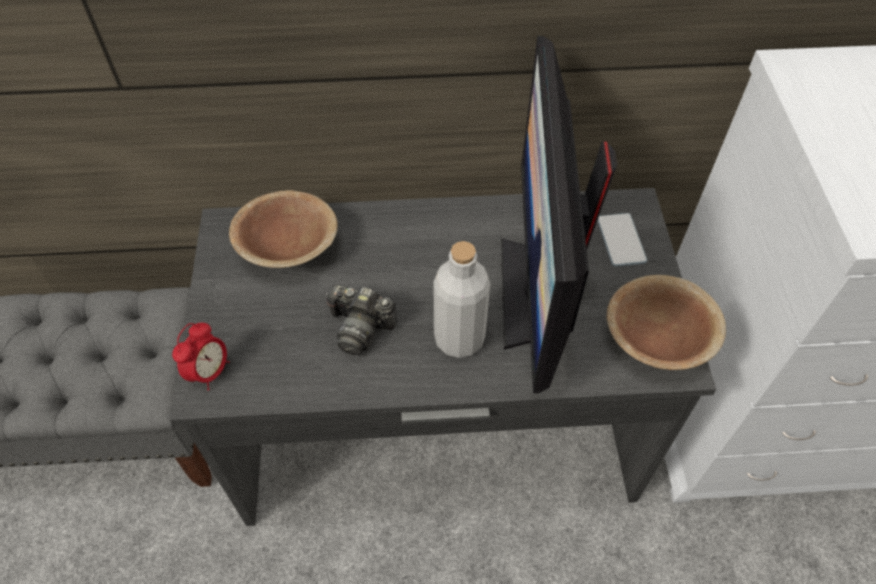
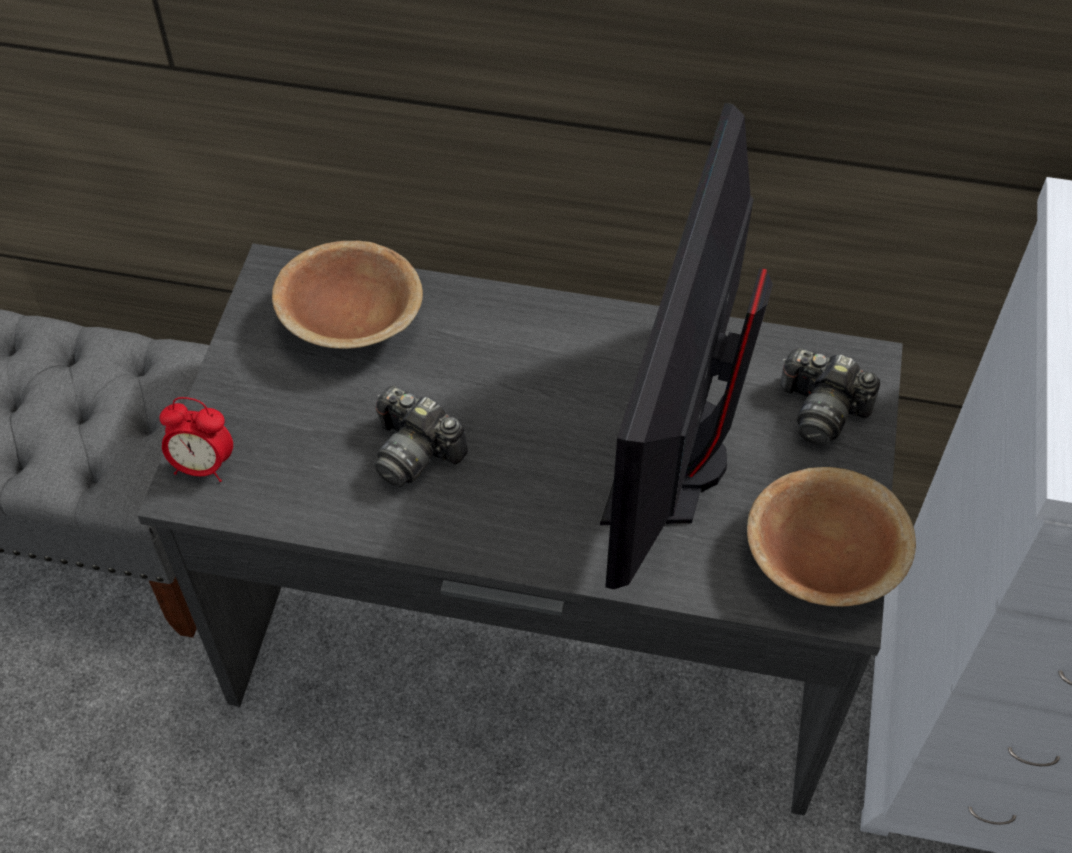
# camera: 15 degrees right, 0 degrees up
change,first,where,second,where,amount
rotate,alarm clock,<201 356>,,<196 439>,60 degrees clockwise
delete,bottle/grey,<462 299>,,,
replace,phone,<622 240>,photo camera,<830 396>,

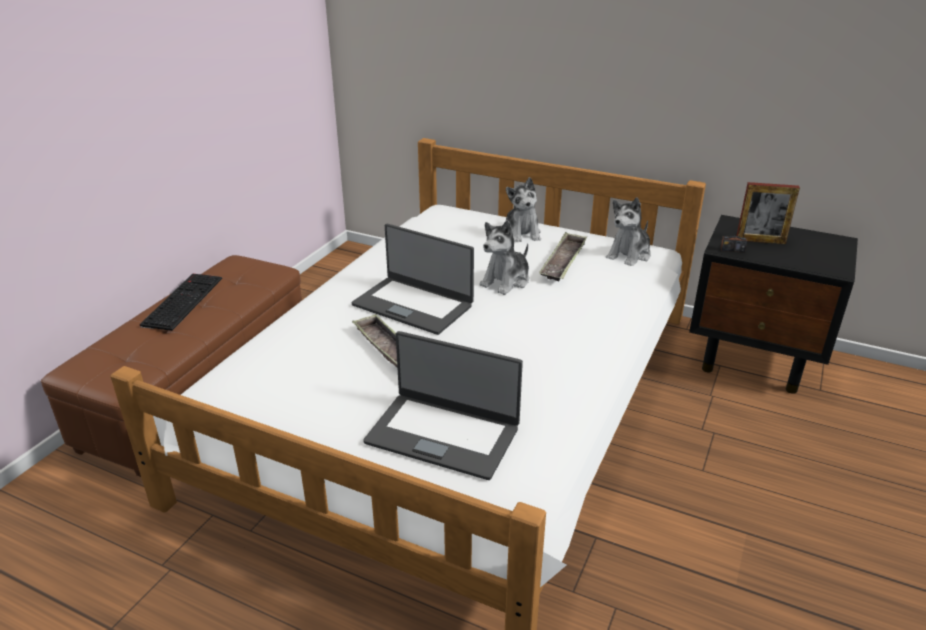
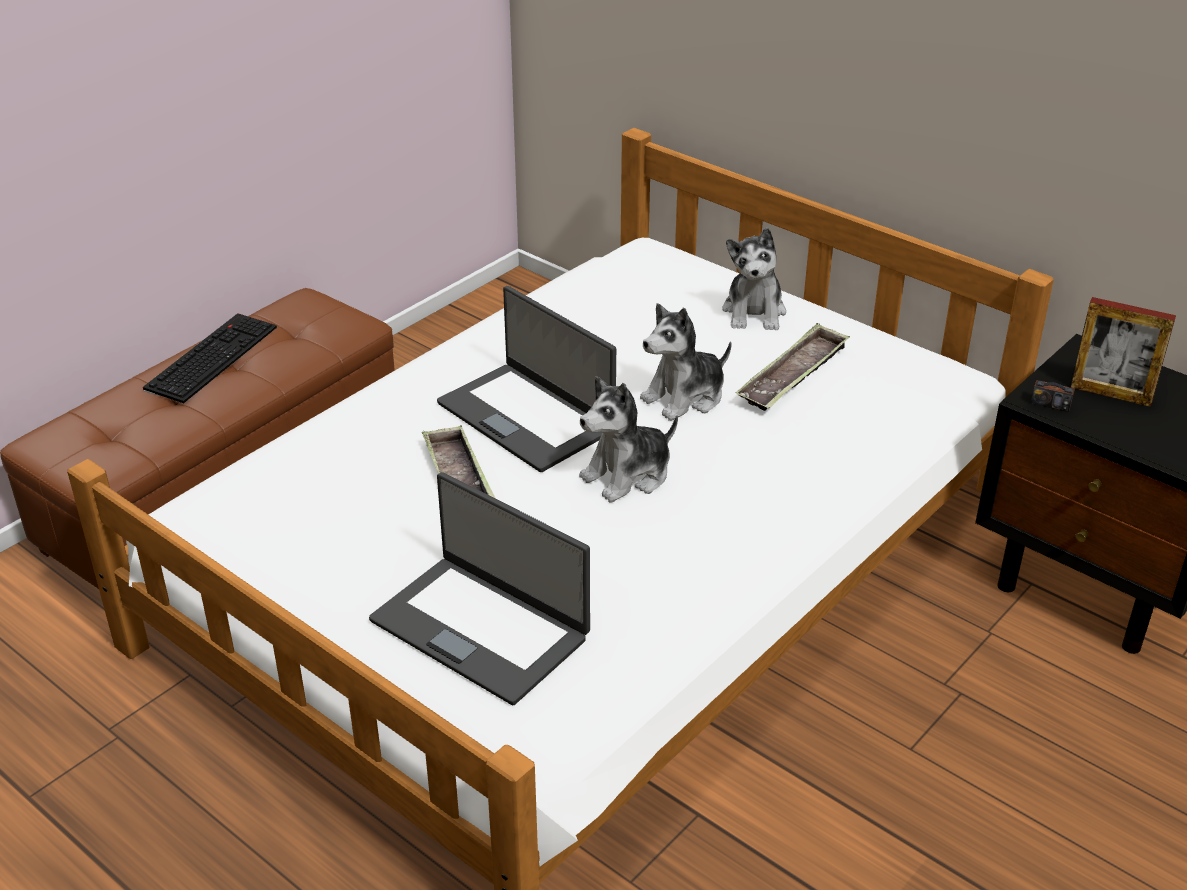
# camera: 15 degrees right, 5 degrees up
change,first,where,second,where,amount
move,plush toy,<628 231>,,<628 439>,

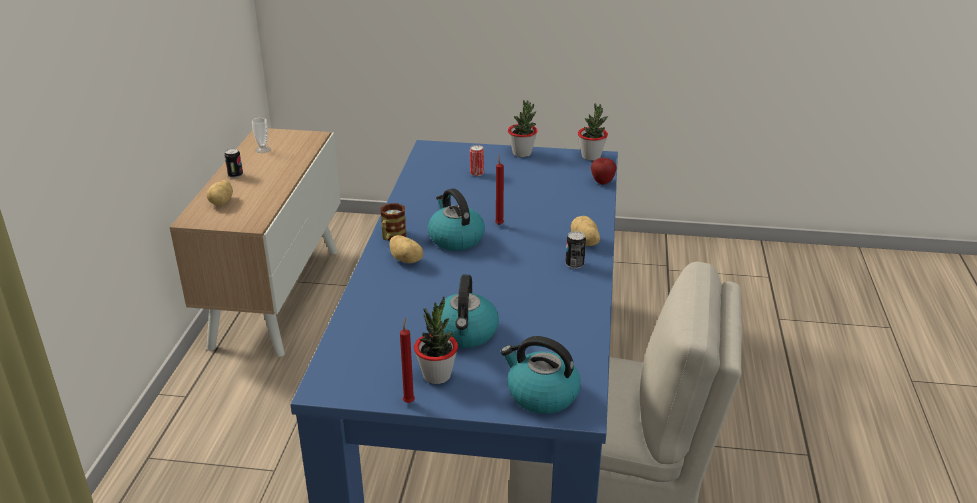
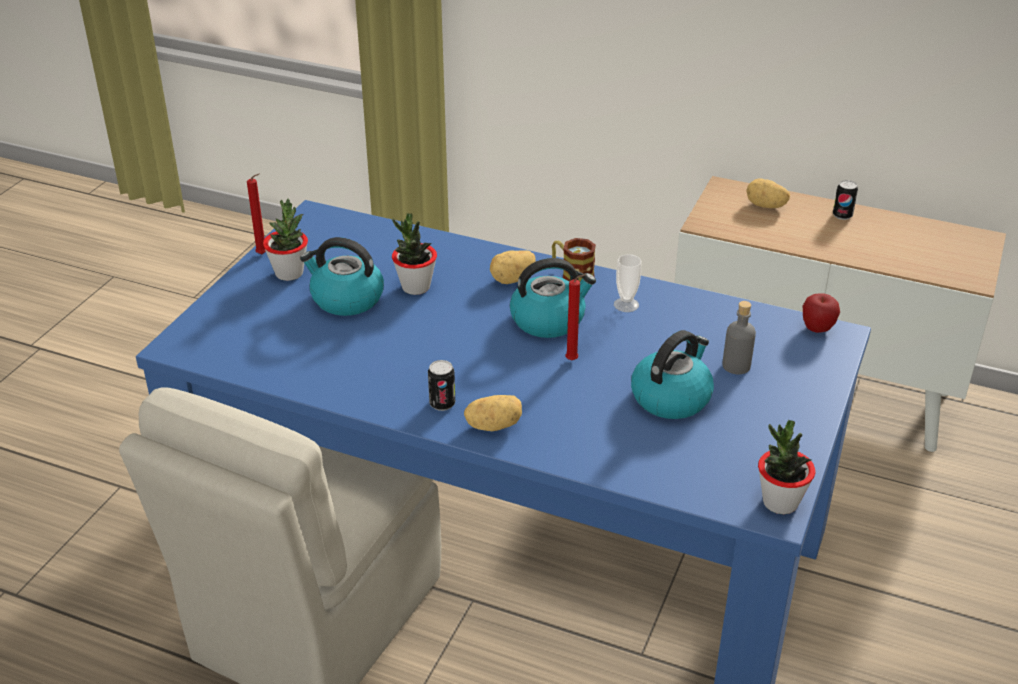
# camera: 105 degrees right, 5 degrees up
change,first,where,second,where,amount
move,cup,<261 135>,,<627 283>,
replace,can,<477 160>,bottle/grey,<739 337>,
move,kettle,<541 375>,,<672 374>,
move,potted plant,<522 128>,,<414 254>,
move,apple,<604 171>,,<821 313>,

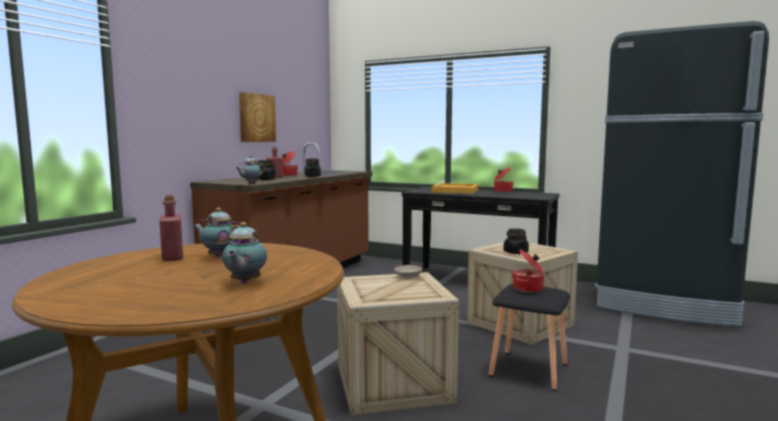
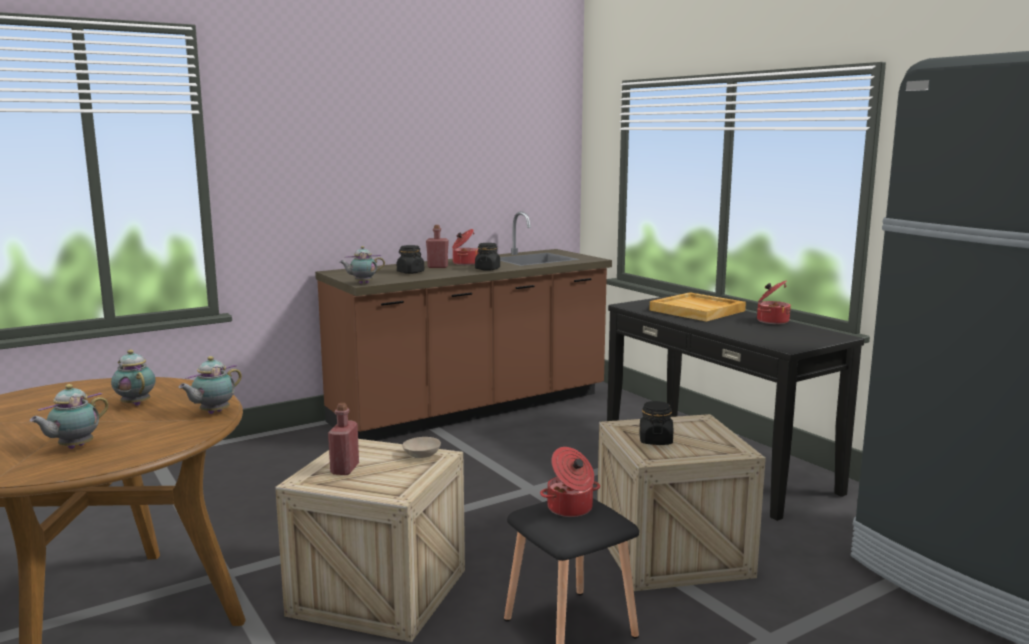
# camera: 30 degrees right, 5 degrees up
change,first,where,second,where,amount
move,bottle/red,<171 228>,,<343 439>,
delete,picture,<257 117>,,,
insert,,,teapot,<210 385>,

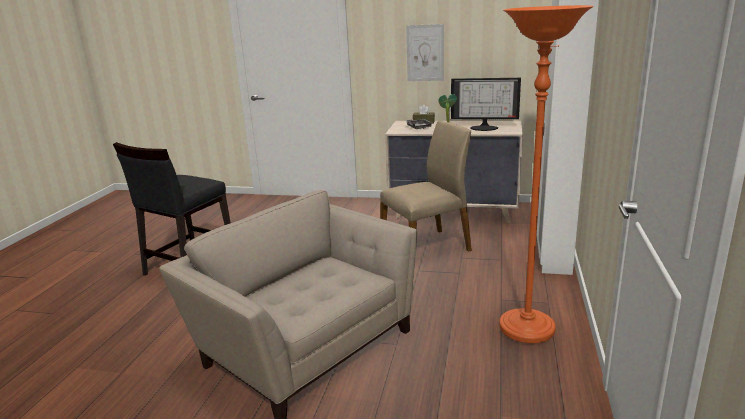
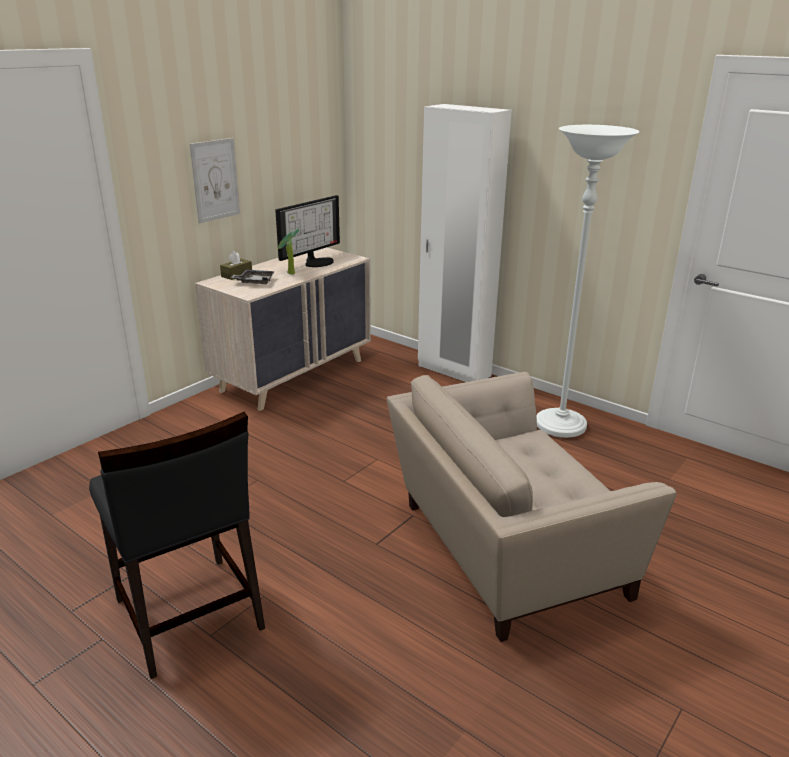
# camera: 65 degrees left, 5 degrees up
change,first,where,second,where,amount
delete,chair/beige,<426 186>,,,
recolor,floor lamp/orange,<546 174>,floor lamp/white,<587 281>,

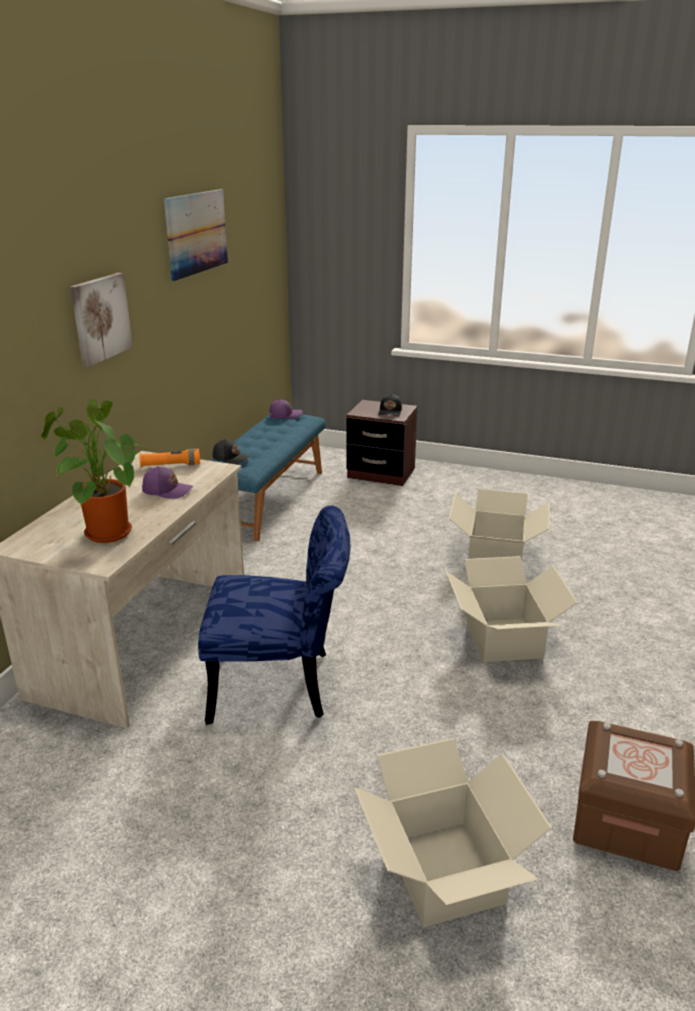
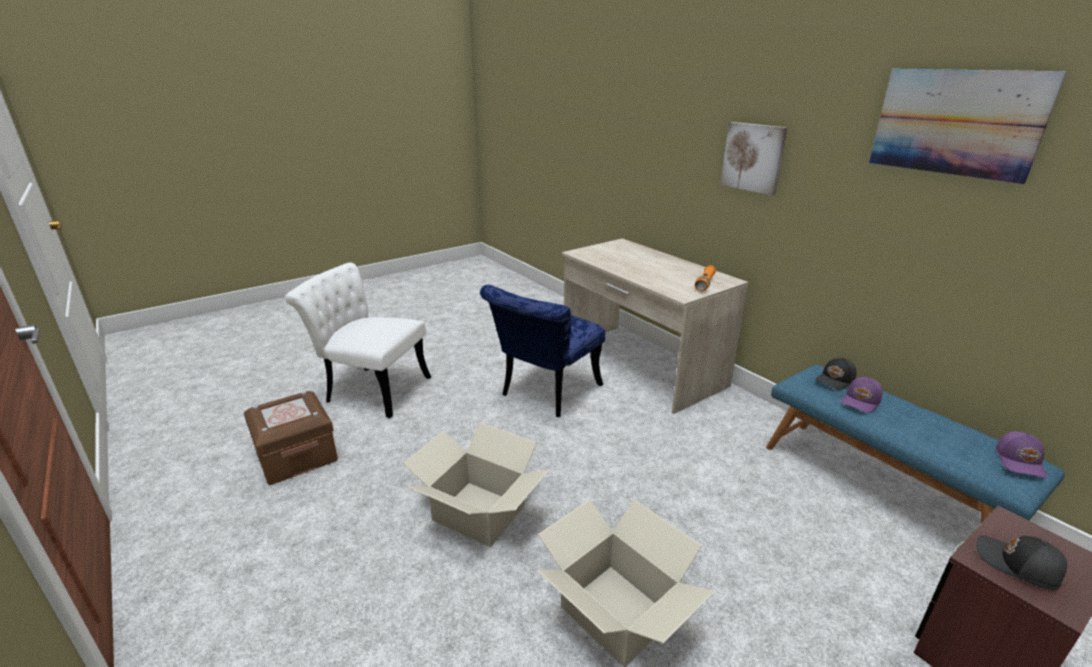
# camera: 125 degrees right, 0 degrees up
change,first,where,second,where,amount
delete,potted plant,<91 471>,,,
move,cap/purple,<167 482>,,<861 395>,
replace,cardboard box,<453 833>,chair/white,<358 340>,

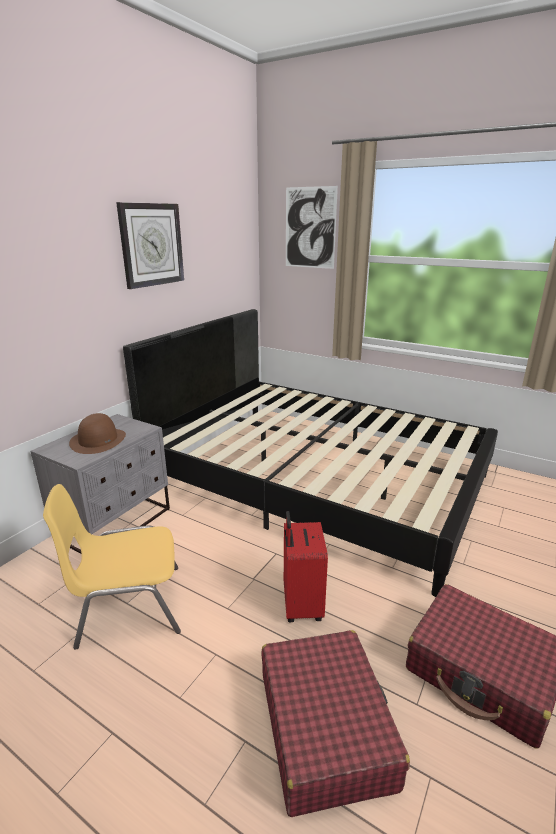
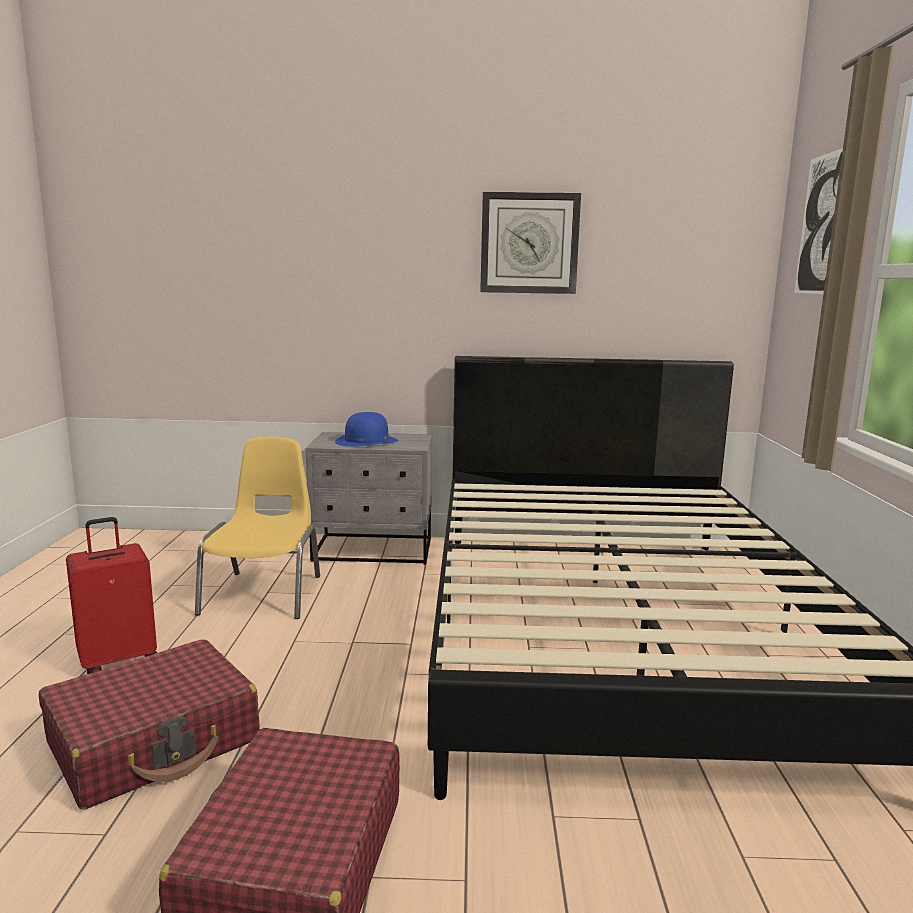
# camera: 60 degrees right, 10 degrees down
change,first,where,second,where,amount
rotate,chair/yellow,<112 567>,,<257 528>,45 degrees clockwise
recolor,hat/brown,<97 433>,hat/blue,<366 429>,
move,suitcase/red,<306 566>,,<111 595>,

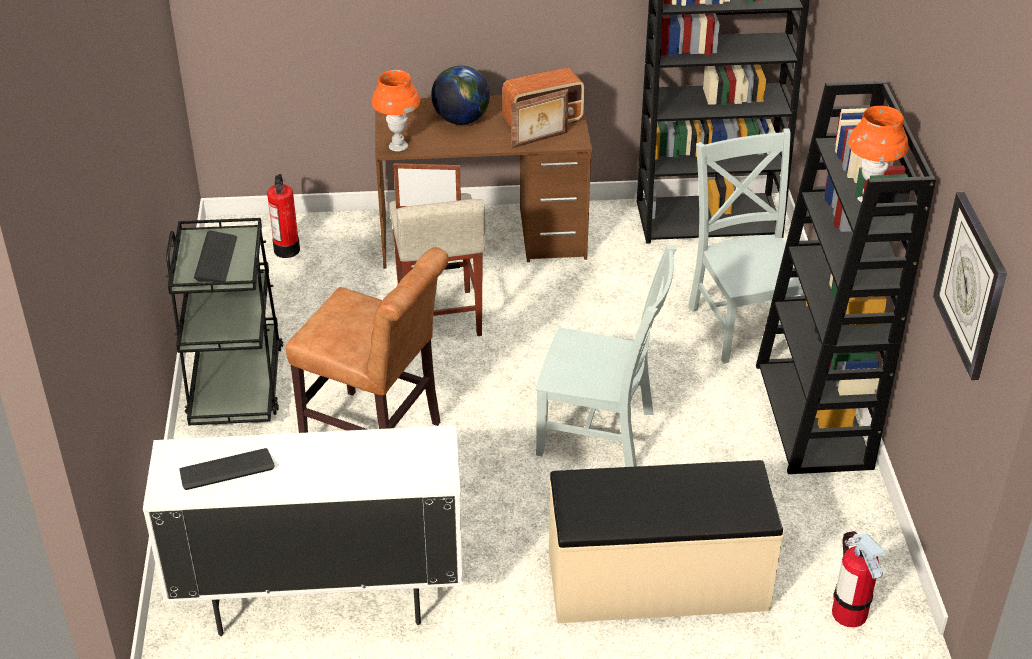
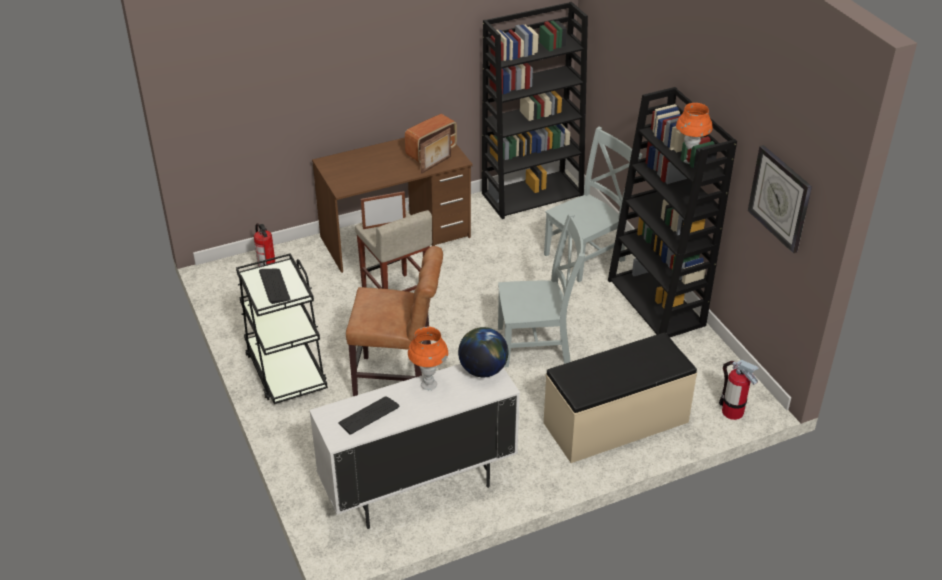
# camera: 20 degrees left, 0 degrees up
change,first,where,second,where,amount
move,table lamp/orange,<396 111>,,<428 358>,
move,globe,<460 95>,,<483 352>,
rotate,chair/grey,<746 246>,,<593 204>,90 degrees clockwise

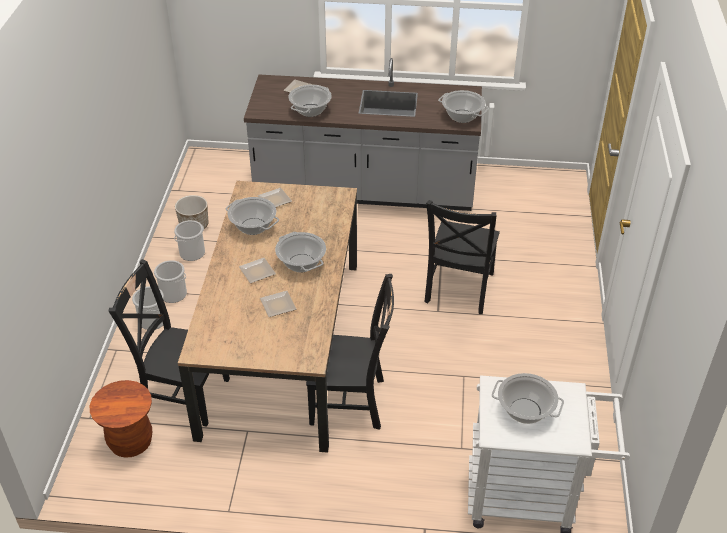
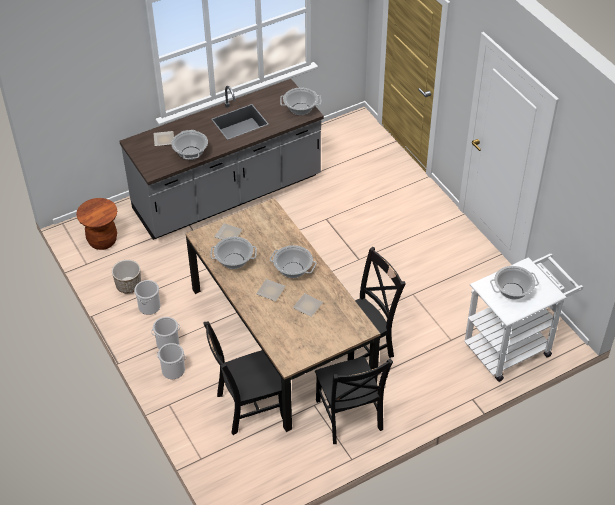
# camera: 35 degrees left, 5 degrees up
change,first,where,second,where,amount
move,stool/brown,<121 419>,,<96 224>,
move,chair/black,<462 257>,,<354 400>,

